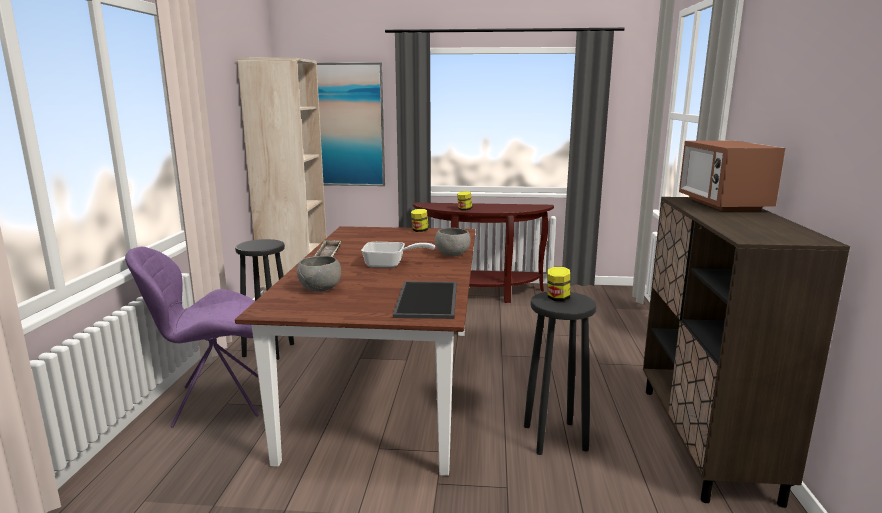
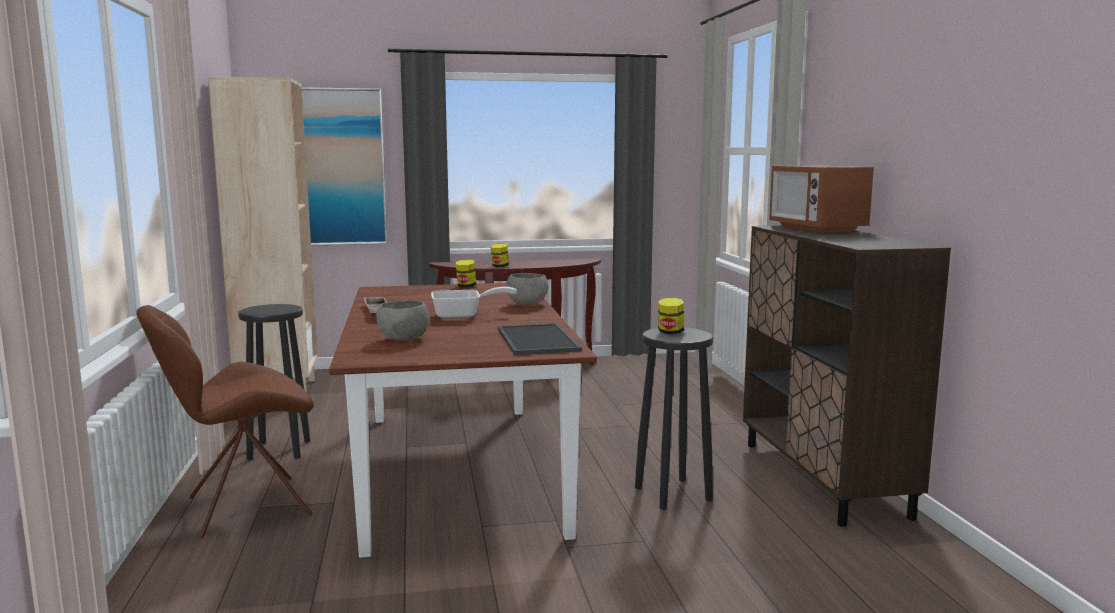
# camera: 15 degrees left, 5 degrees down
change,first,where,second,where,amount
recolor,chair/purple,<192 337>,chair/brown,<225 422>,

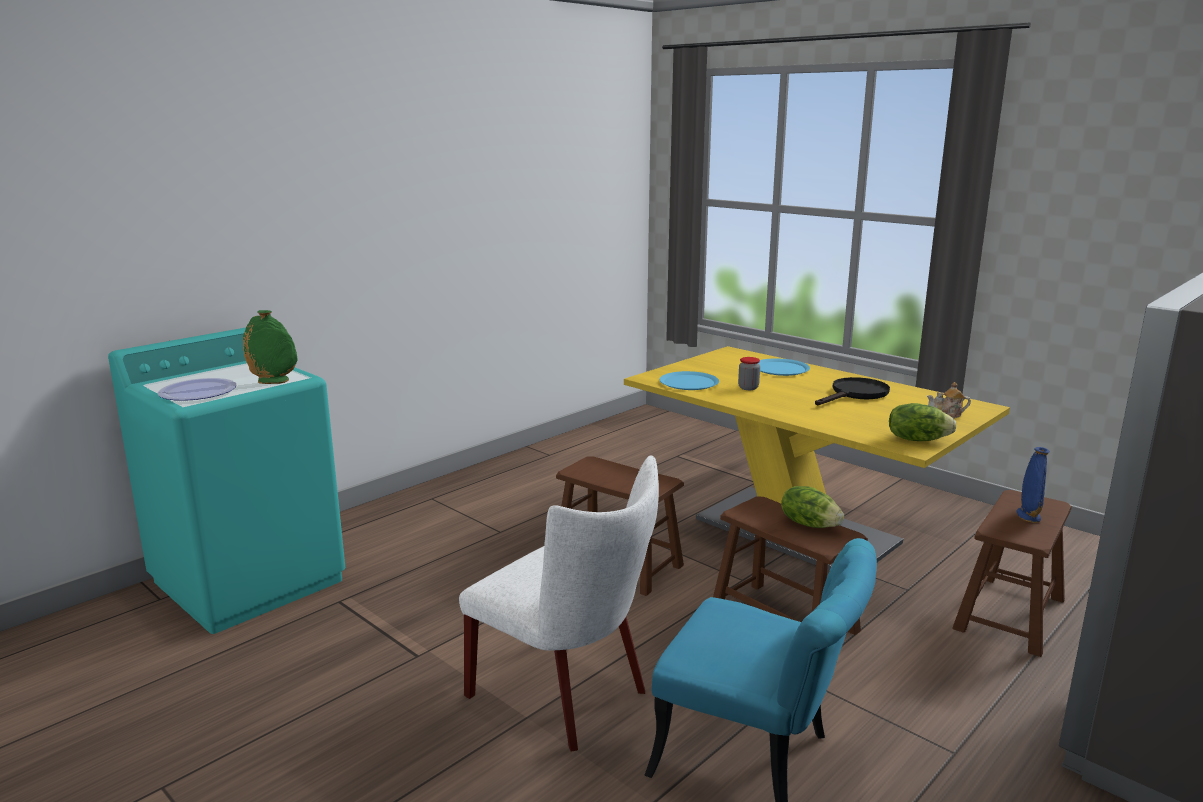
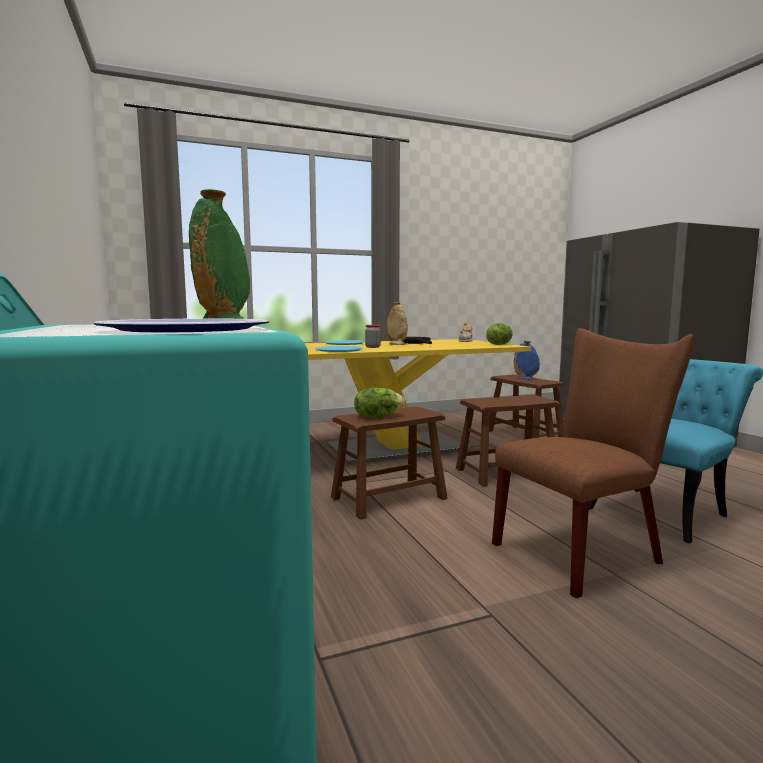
# camera: 65 degrees left, 10 degrees down
change,first,where,second,where,amount
recolor,chair/white,<559 603>,chair/brown,<593 463>,
move,lettuce,<812 507>,,<379 402>,
insert,,,vase/beige,<397 323>,

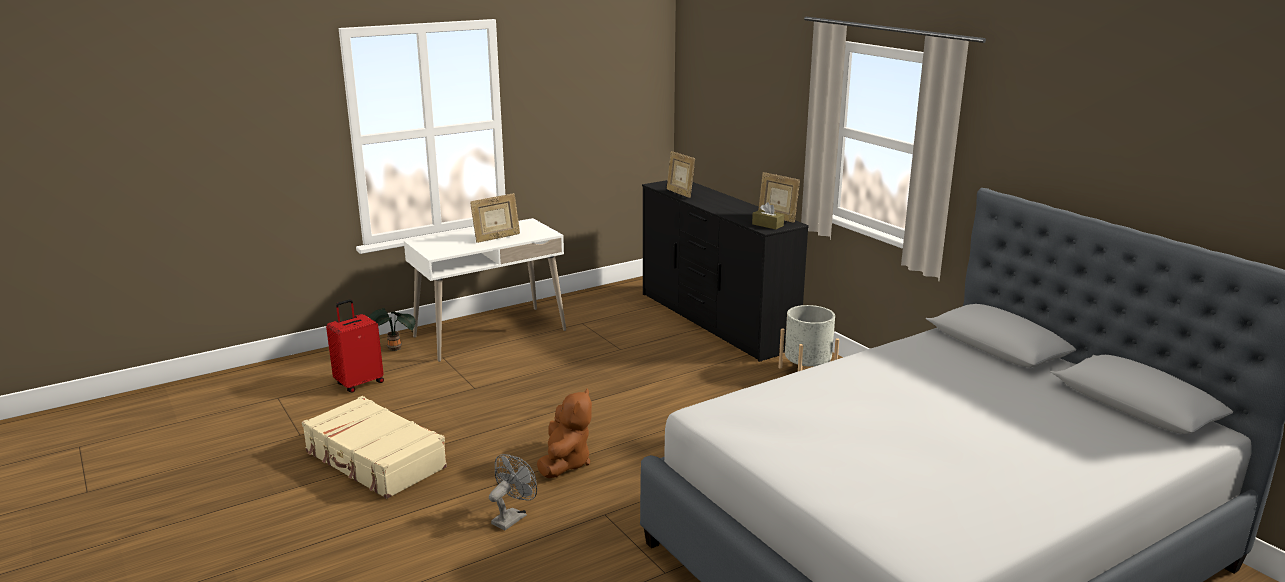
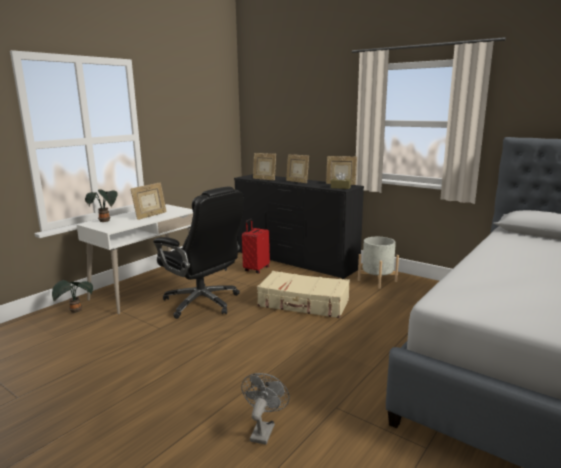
# camera: 20 degrees left, 5 degrees down
change,first,where,second,where,amount
move,suitcase/beige,<374 447>,,<303 294>,
move,suitcase/red,<355 346>,,<256 246>,
delete,plush toy/brown,<564 433>,,,
insert,,,potted plant,<101 205>,
insert,,,office chair/black,<198 252>,
insert,,,picture frame,<297 168>,

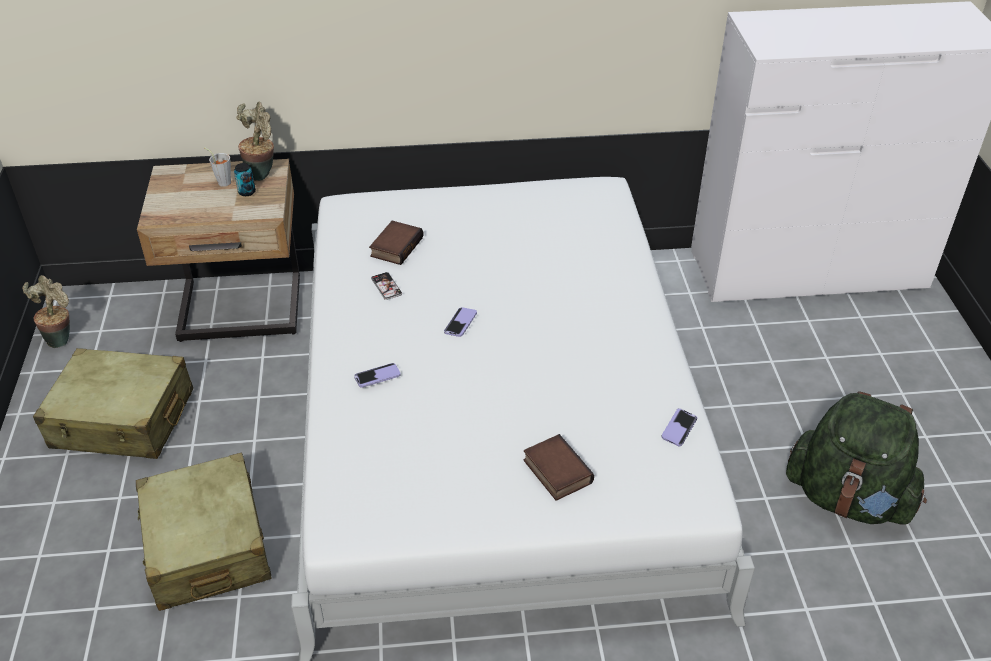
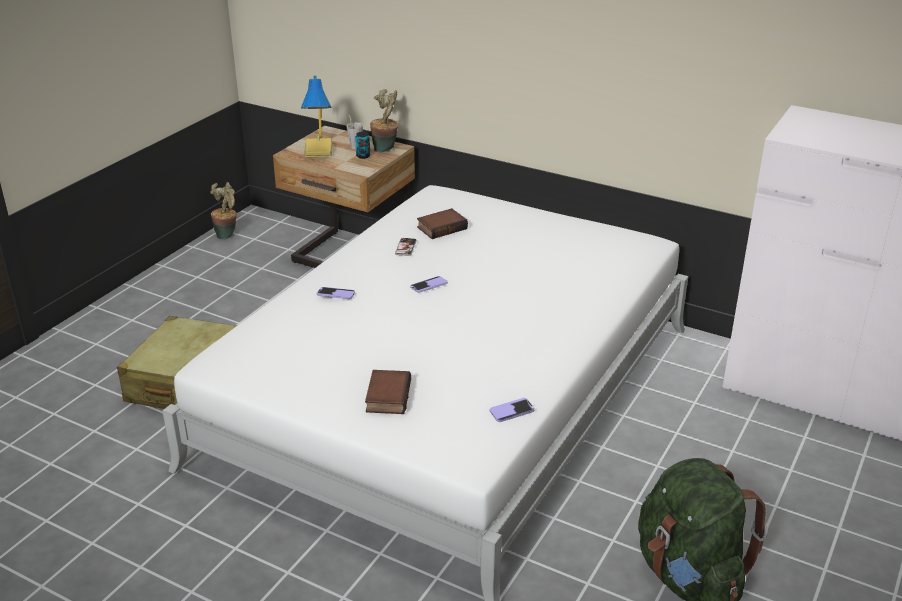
# camera: 35 degrees right, 10 degrees down
change,first,where,second,where,amount
delete,suitcase/beige,<113 403>,,,
insert,,,table lamp,<316 116>,

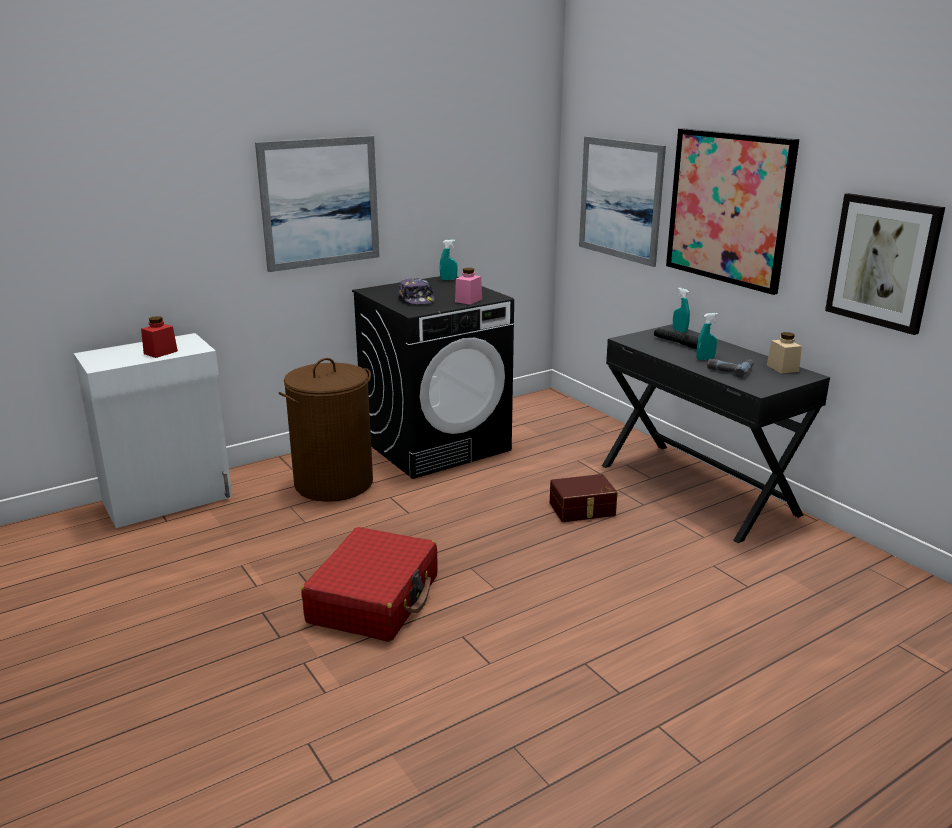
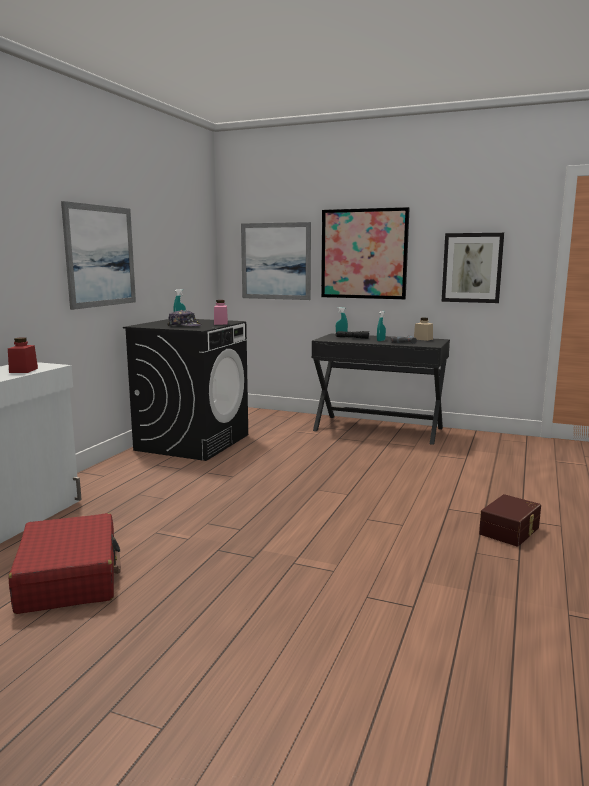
# camera: 35 degrees left, 10 degrees down
change,first,where,second,where,amount
delete,laundry basket/brown,<326 430>,,,
move,suitcase/red,<369 584>,,<65 563>,
move,storage box/brown,<584 498>,,<510 520>,

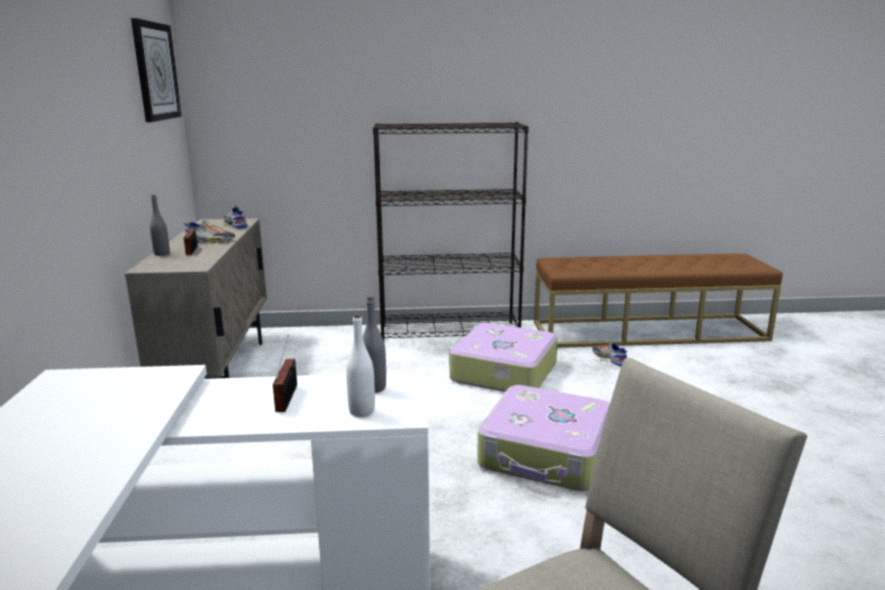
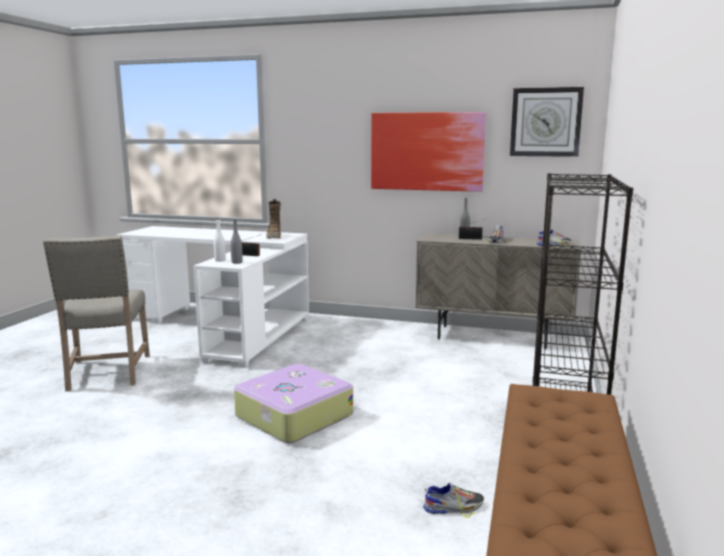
# camera: 110 degrees right, 5 degrees down
change,first,where,second,where,amount
delete,suitcase,<503 357>,,,
insert,,,boot,<273 219>,
insert,,,picture,<428 152>,

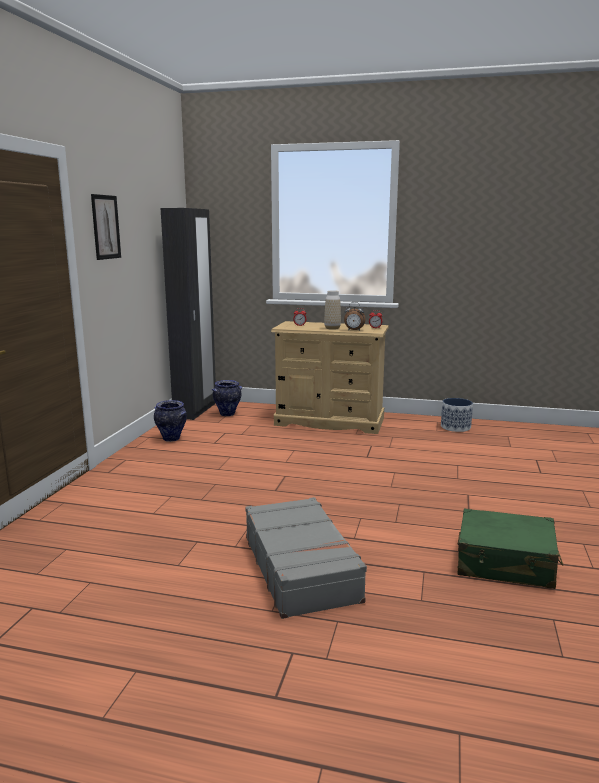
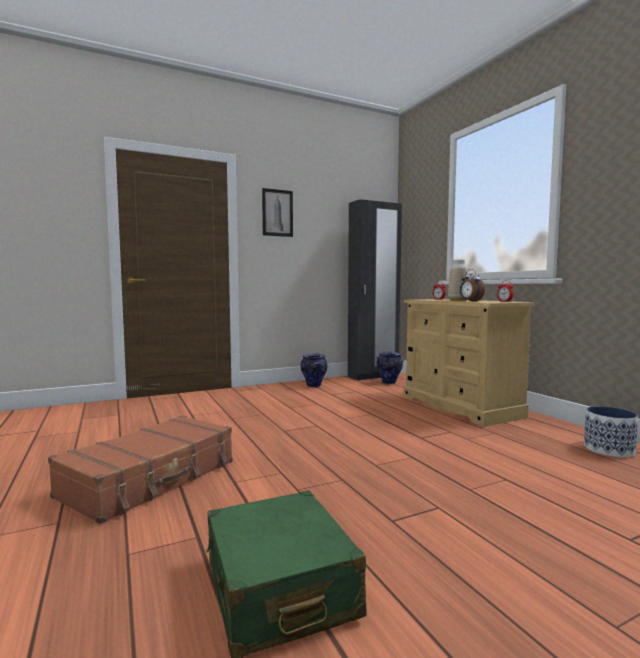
# camera: 50 degrees right, 10 degrees down
change,first,where,second,where,amount
recolor,suitcase/grey,<306 558>,suitcase/brown,<140 469>,

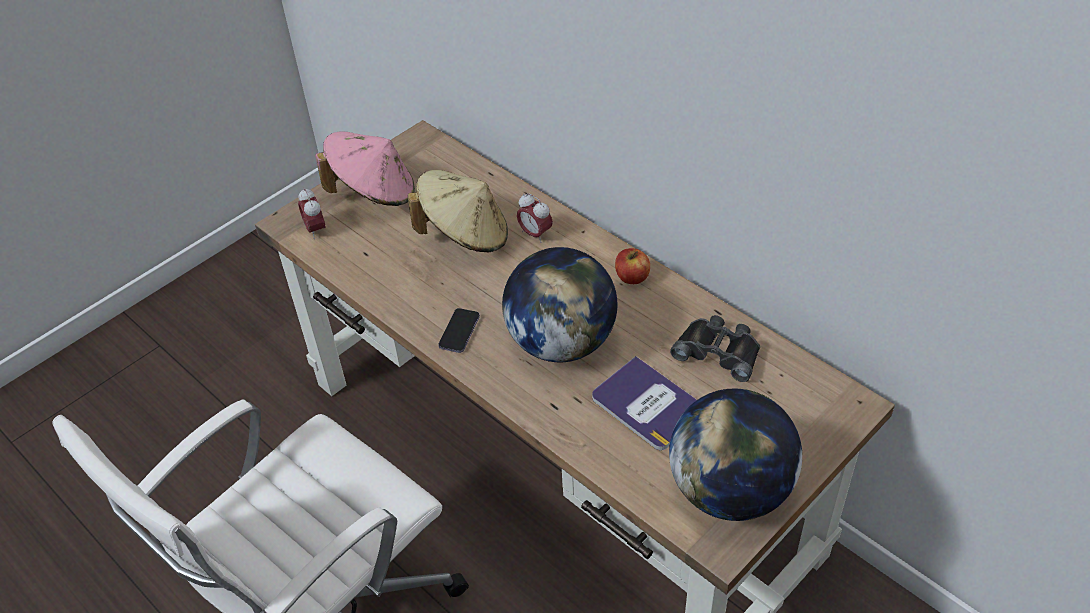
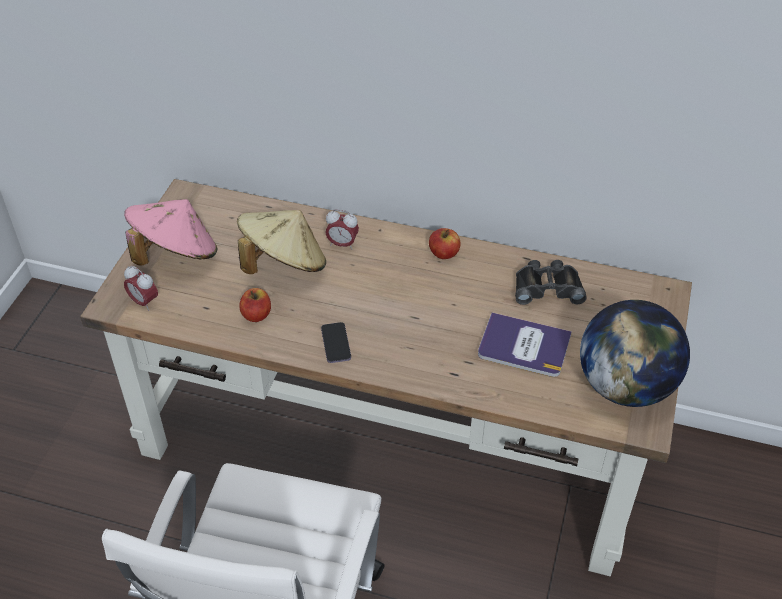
# camera: 30 degrees left, 0 degrees up
change,first,where,second,where,amount
delete,globe,<559 304>,,,
insert,,,apple,<255 305>,

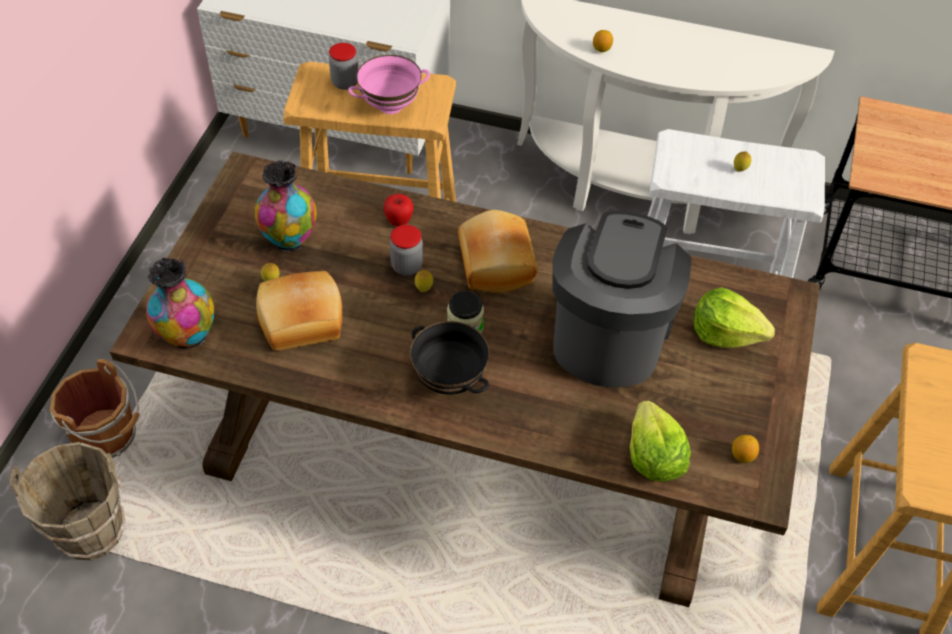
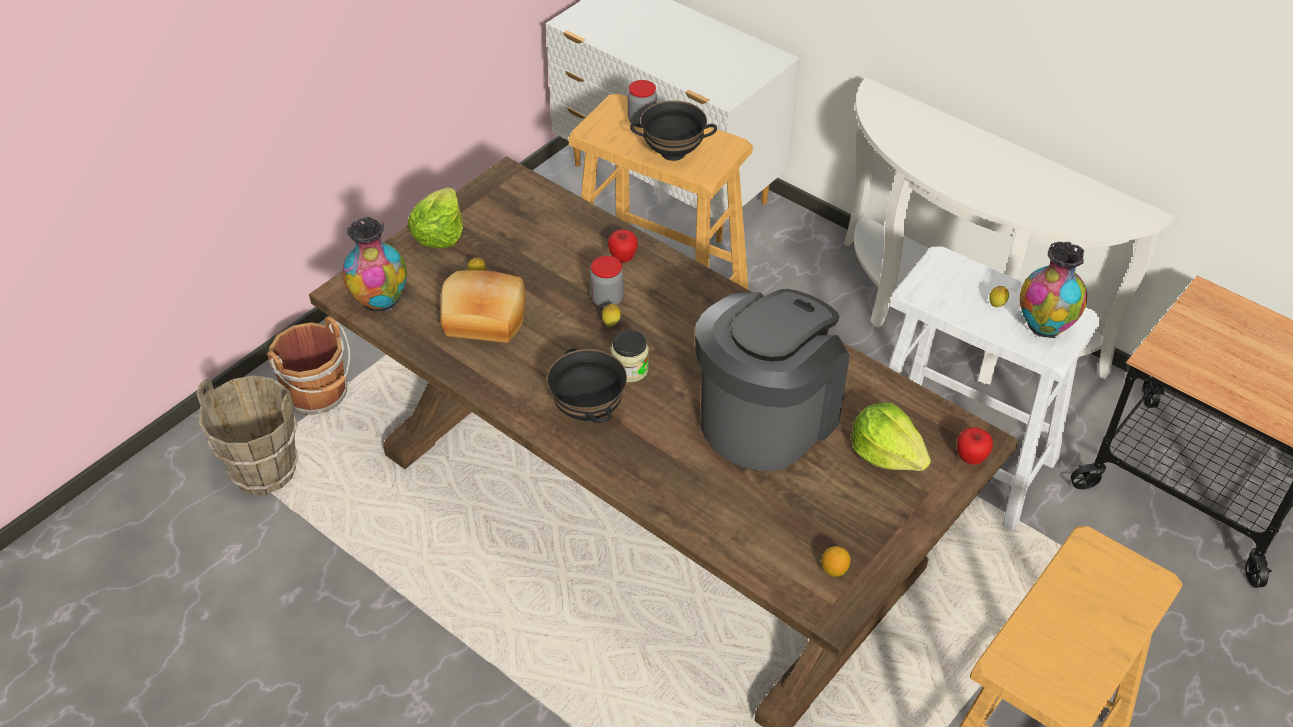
# camera: 25 degrees right, 5 degrees down
change,first,where,second,where,amount
move,vase,<286 205>,,<1053 290>,
recolor,bowl/pink,<389 84>,bowl/black,<673 130>,
delete,bread,<497 251>,,,
delete,lemon,<603 41>,,,
move,lettuce,<660 441>,,<435 217>,
insert,,,apple,<975 446>,

